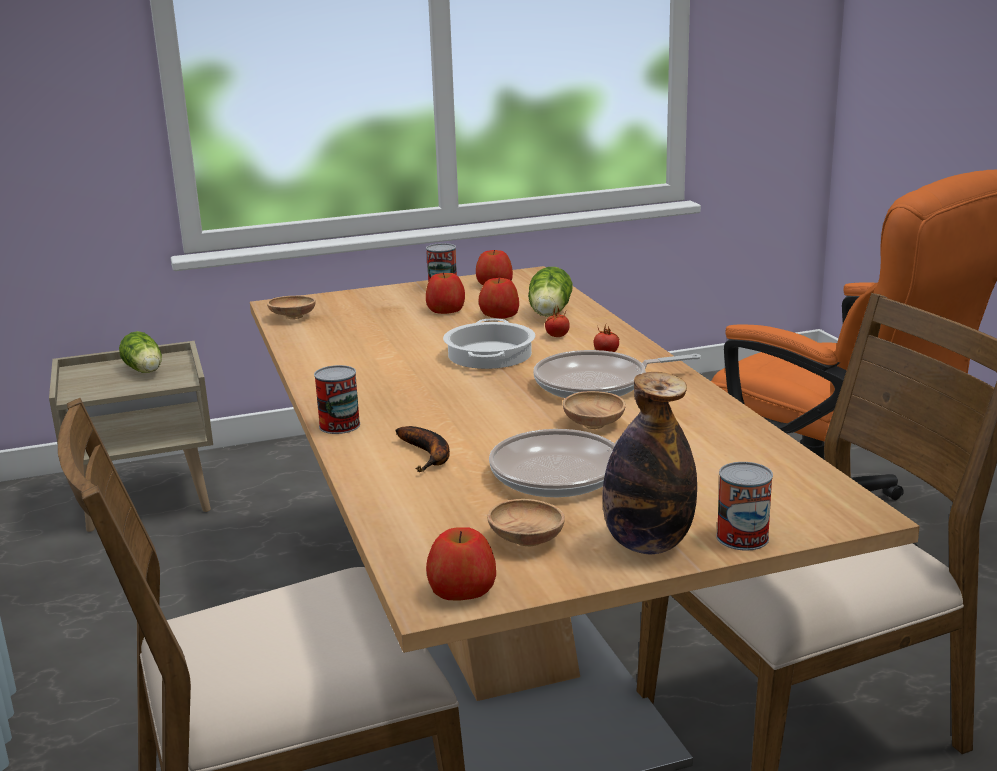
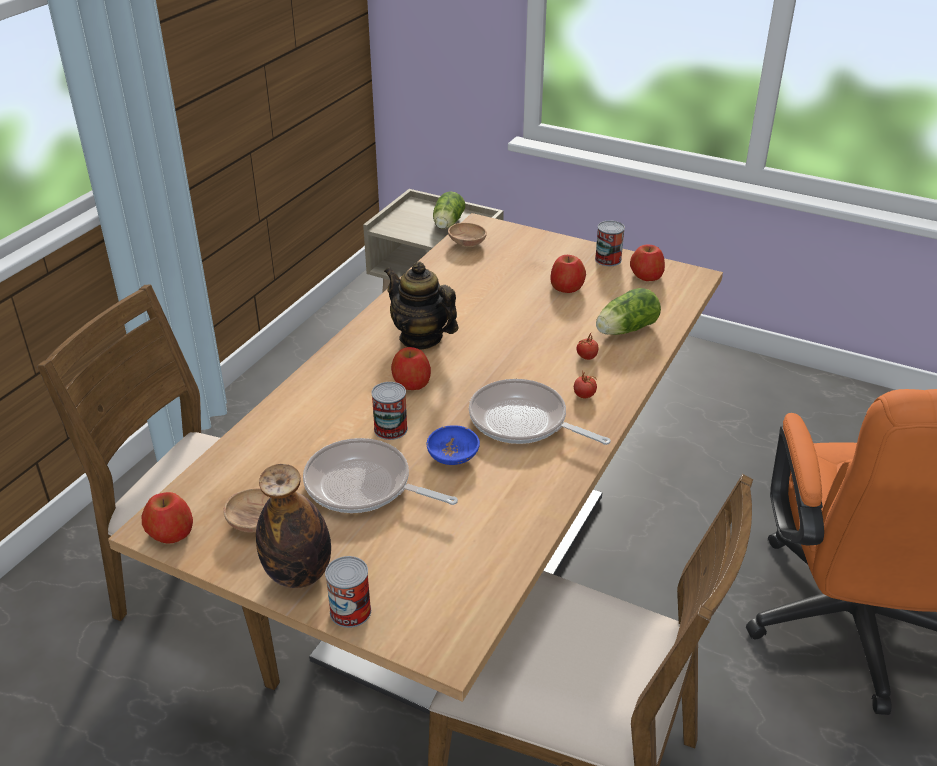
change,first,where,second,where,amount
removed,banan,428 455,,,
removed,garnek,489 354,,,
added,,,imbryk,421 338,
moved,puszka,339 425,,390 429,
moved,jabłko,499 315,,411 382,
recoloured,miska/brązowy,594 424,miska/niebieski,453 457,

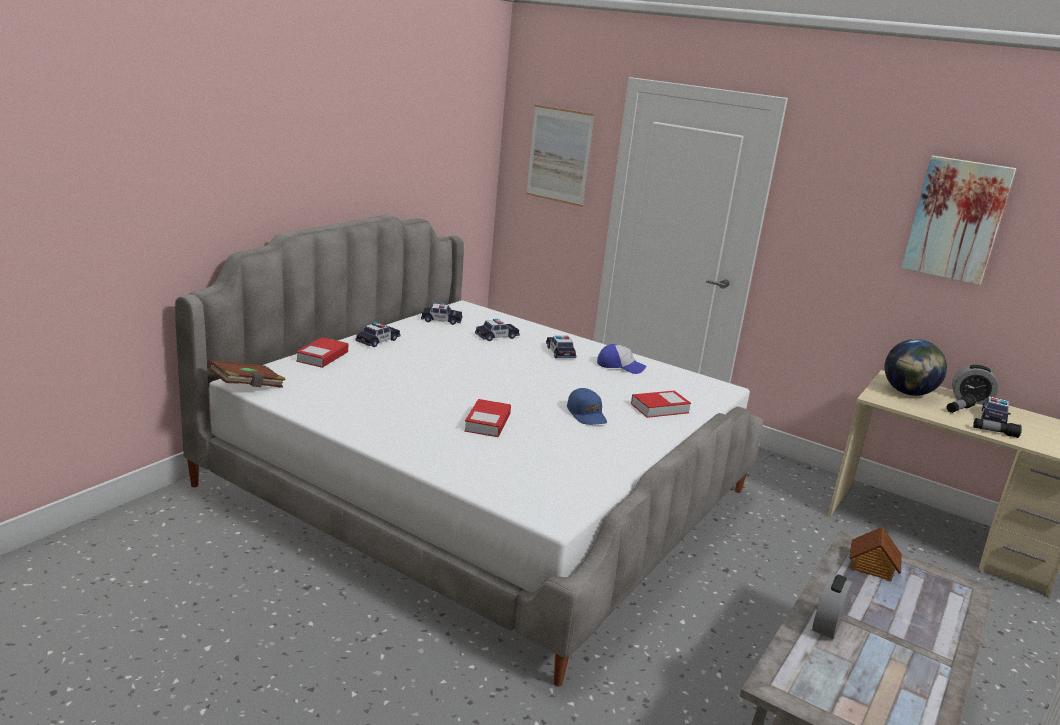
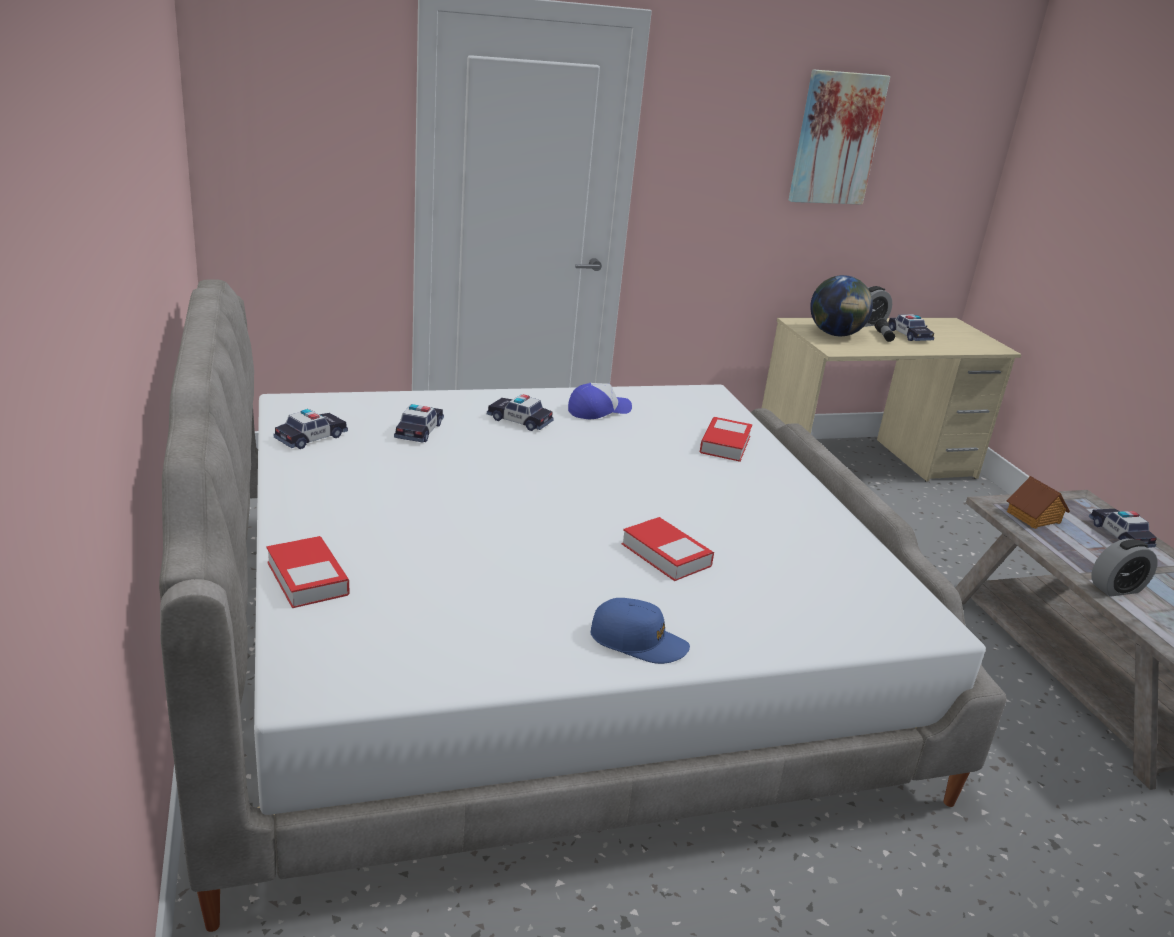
change,first,where,second,where,amount
removed,książka/brązowy,247 387,,,
removed,obraz,559 155,,,
removed,latarka,994 433,,,
moved,samochodzik,378 340,,1119 534,
moved,czapka z daszkiem/niebieski,586 414,,638 641,
turned,budzik,827 625,,1116 588,90 degrees counterclockwise

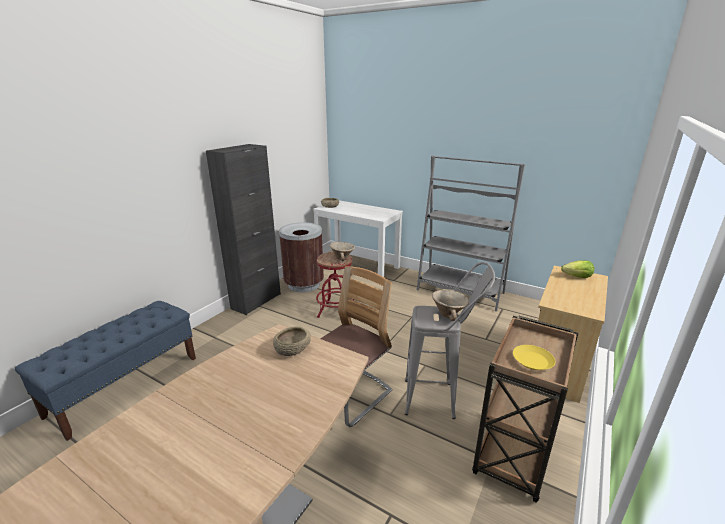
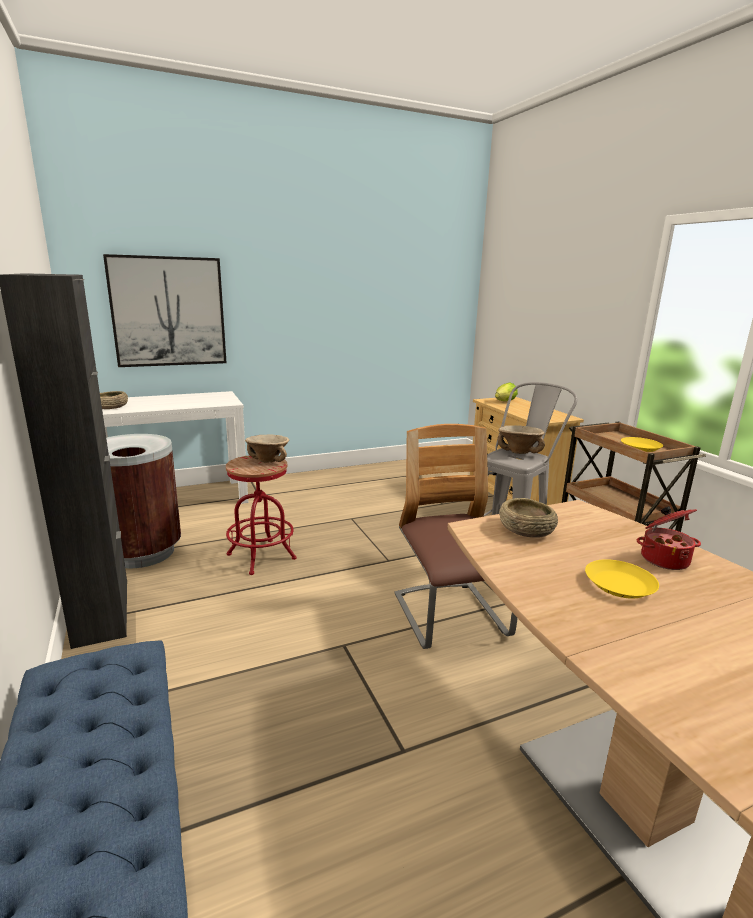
change,first,where,second,where,amount
removed,regał/szary,460 292,,,
added,,,obraz,168 312,
added,,,talerz/żółty,620 584,
added,,,garnek,663 559,

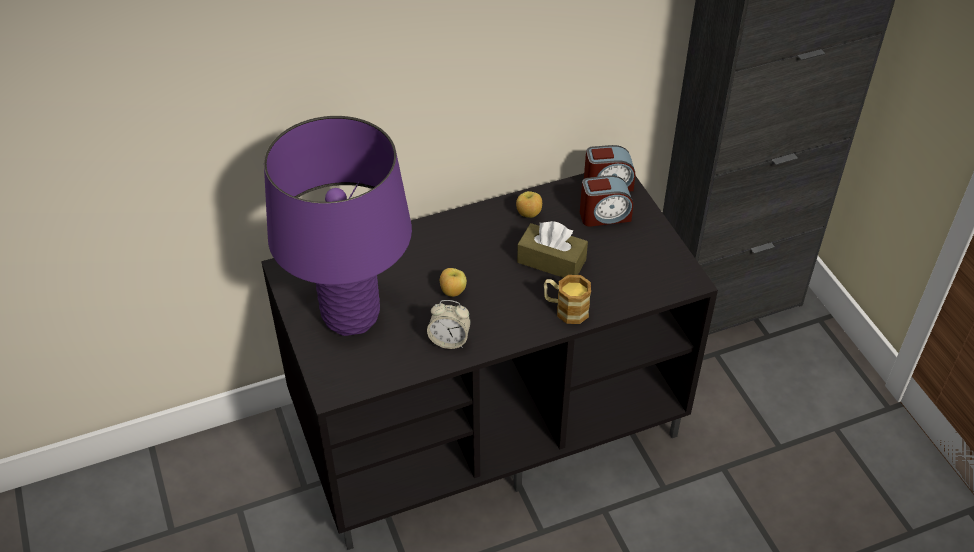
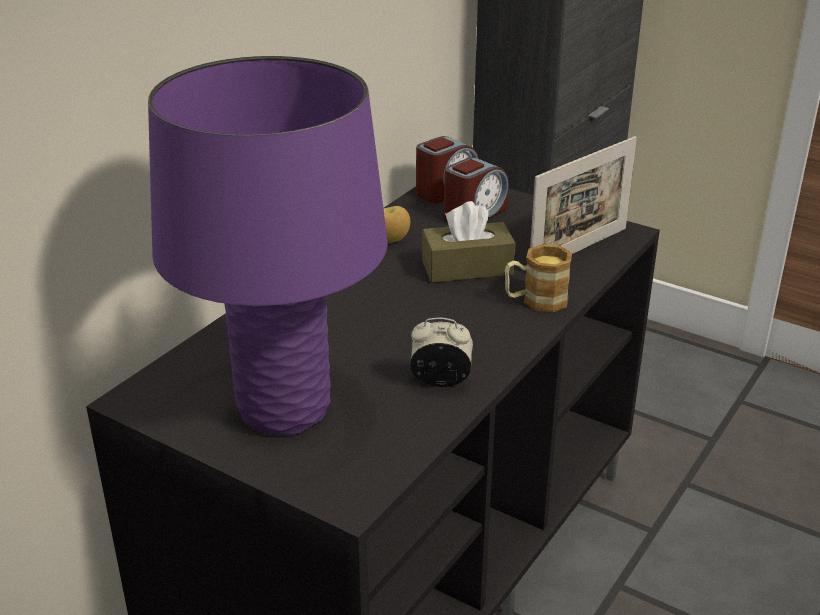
change,first,where,second,where,amount
removed,jabłko,452 292,,,
added,,,ramka na zdjęcie,578 250,
turned,budzik,449 340,,441 381,150 degrees counterclockwise

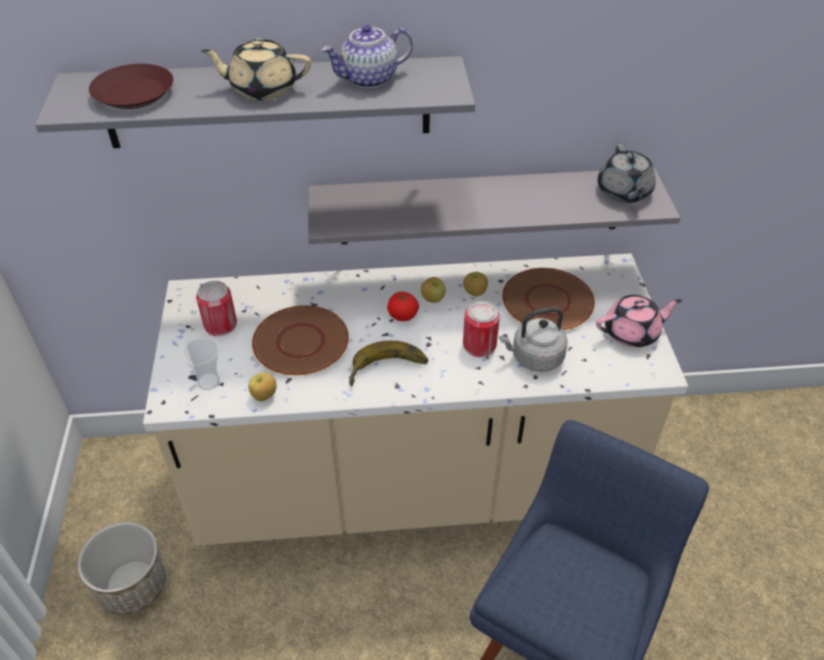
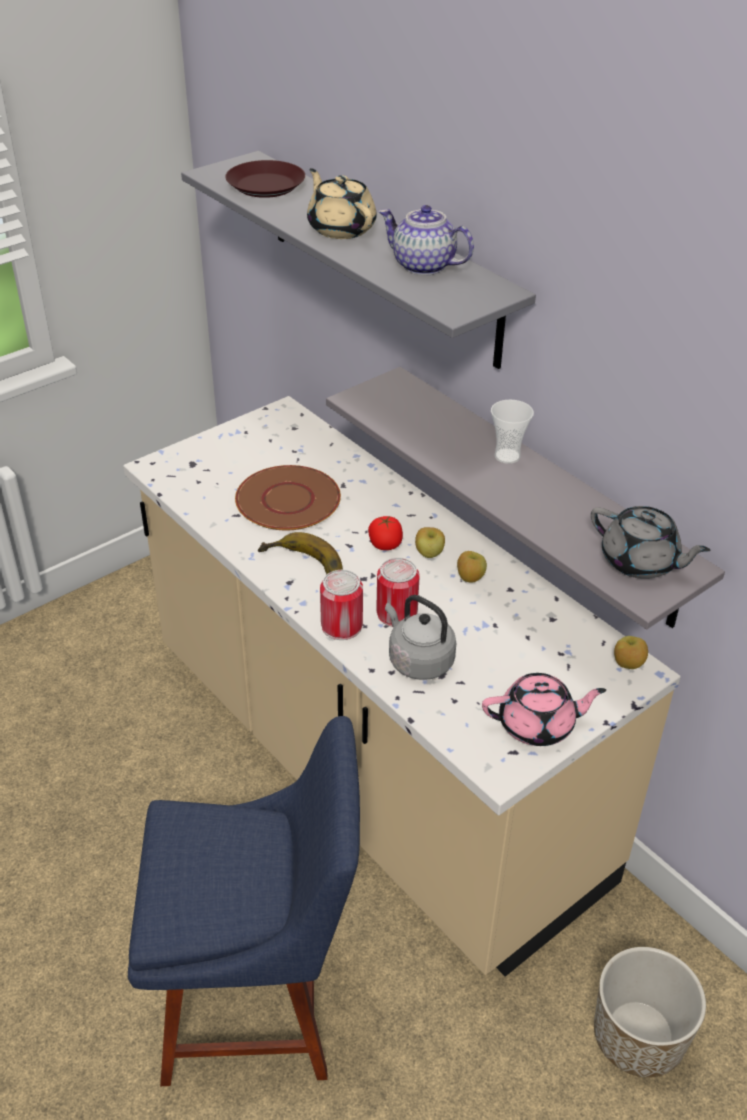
change,first,where,second,where,amount
removed,talerz/brązowy,547 301,,,
moved,donica,133 586,,638 1037,
moved,filiżanka,208 381,,507 456,
moved,puszka,220 325,,341 626,
moved,jabłko,264 396,,627 664,
turned,imbryk/różowy,632 333,,538 725,45 degrees counterclockwise
turned,imbryk/szary,624 192,,640 562,105 degrees counterclockwise

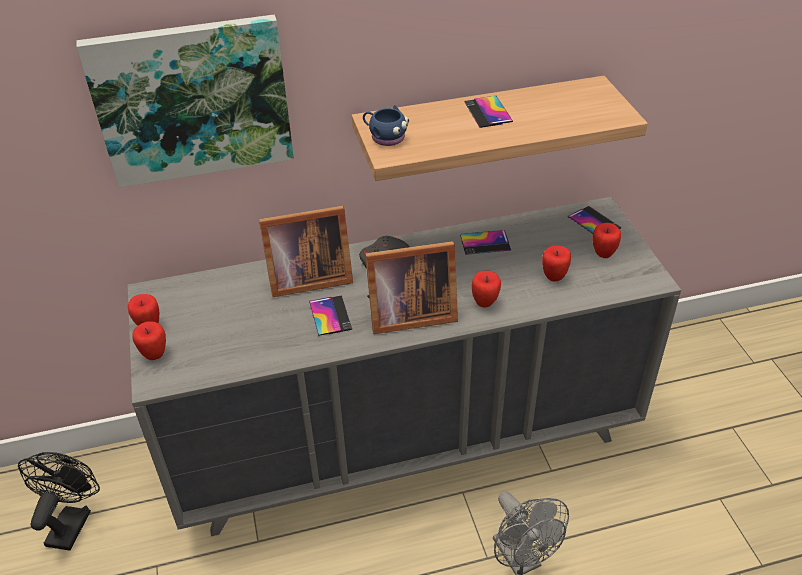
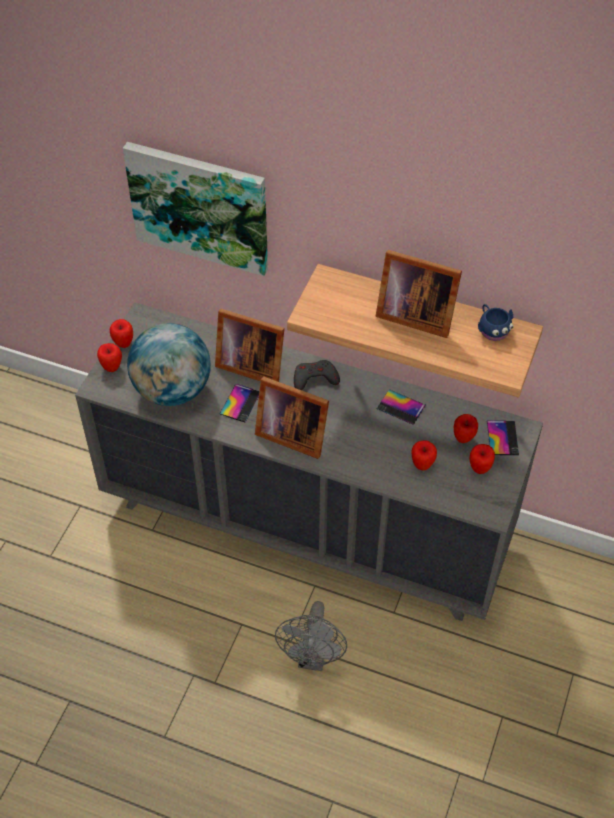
change,first,where,second,where,amount
removed,wentylator/czarny,71 521,,,
added,,,globus,172 390,
moved,kubek/niebieski,385 137,,492 329,
moved,jabłko,485 303,,463 438,
replaced,telefon,488 112,ramka na zdjęcie,413 314,

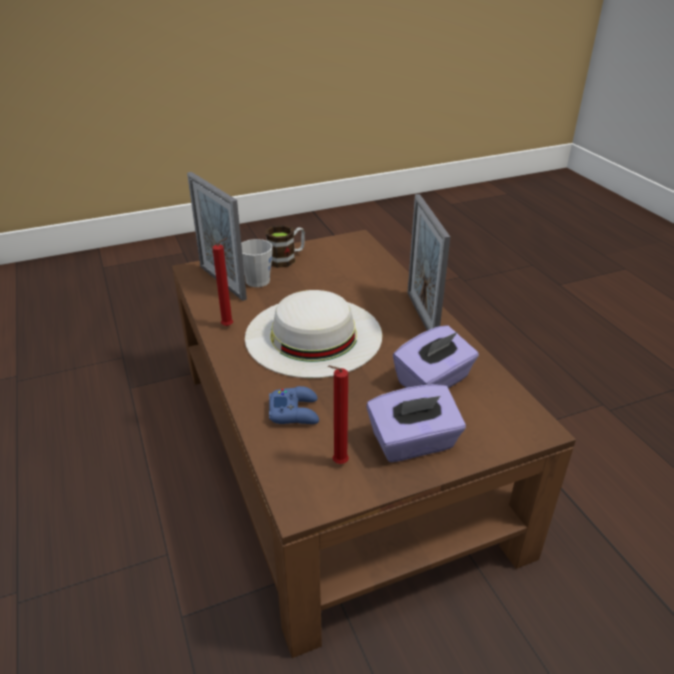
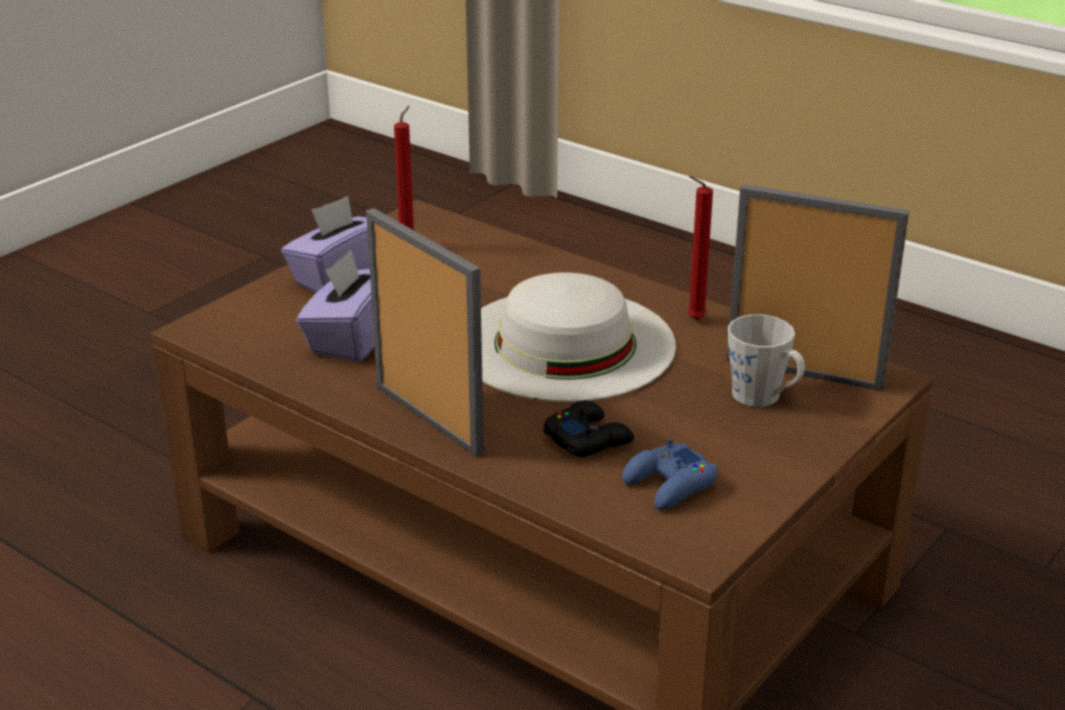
change,first,where,second,where,amount
removed,kubek,286 258,,,
added,,,pad do gier/czarny,588 438,
moved,pad do gier/niebieski,295 411,,669 485,

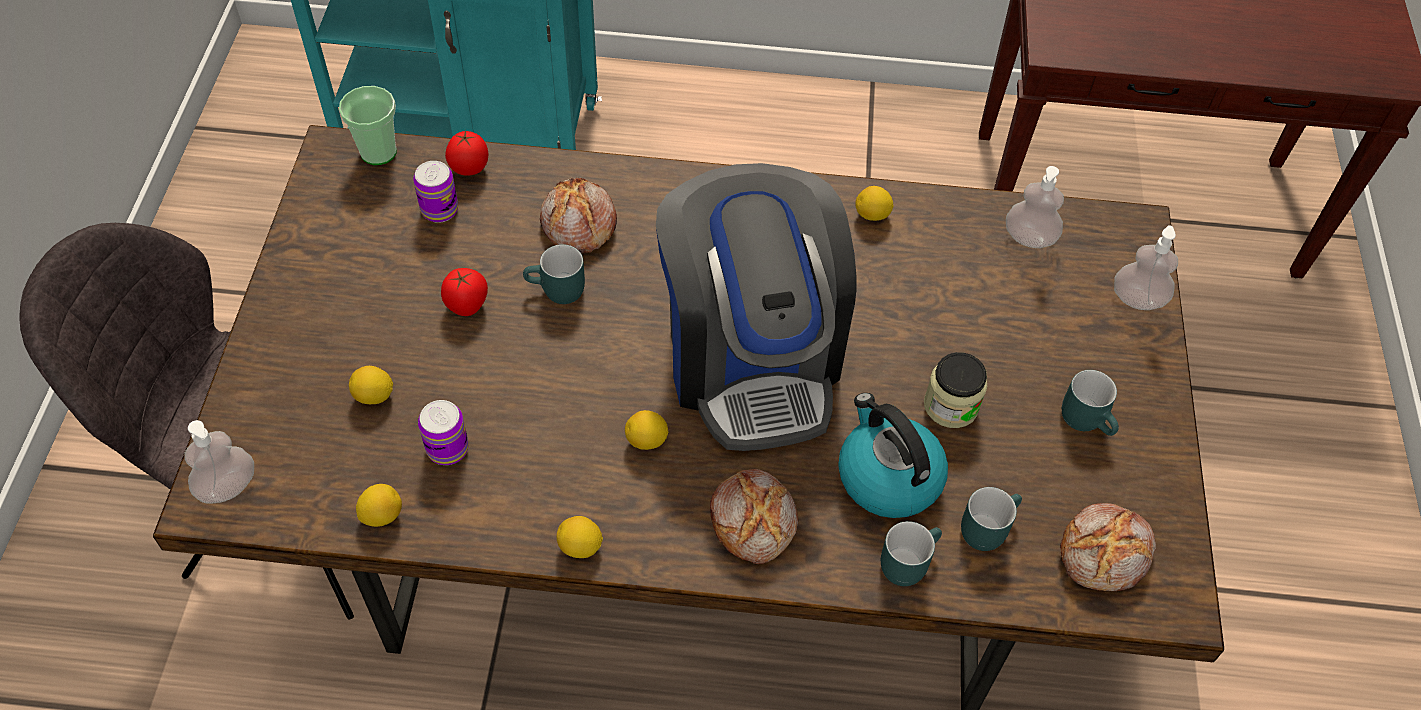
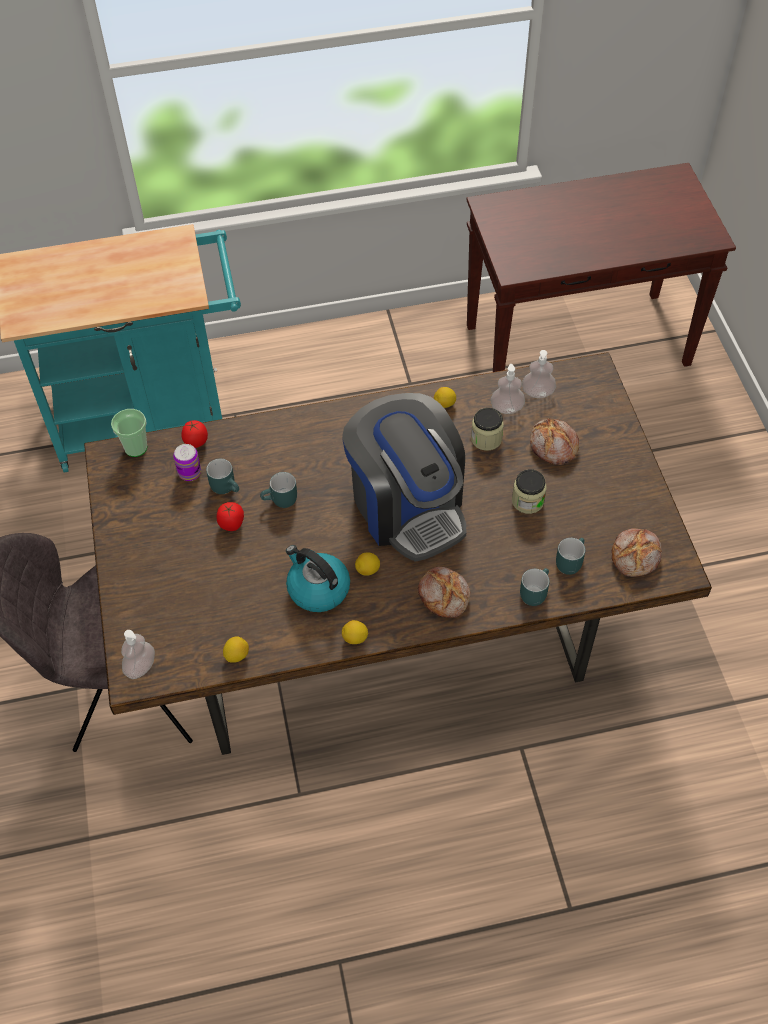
change,first,where,second,where,amount
removed,cytryna,374 396,,,
removed,puszka,447 449,,,
added,,,słoik,486 439,
moved,chleb,577 225,,552 447,
moved,czajnik,887 477,,317 589,
moved,kubek/turkusowy,1088 419,,227 486,
moved,dozownik mydła,1137 299,,506 408,

